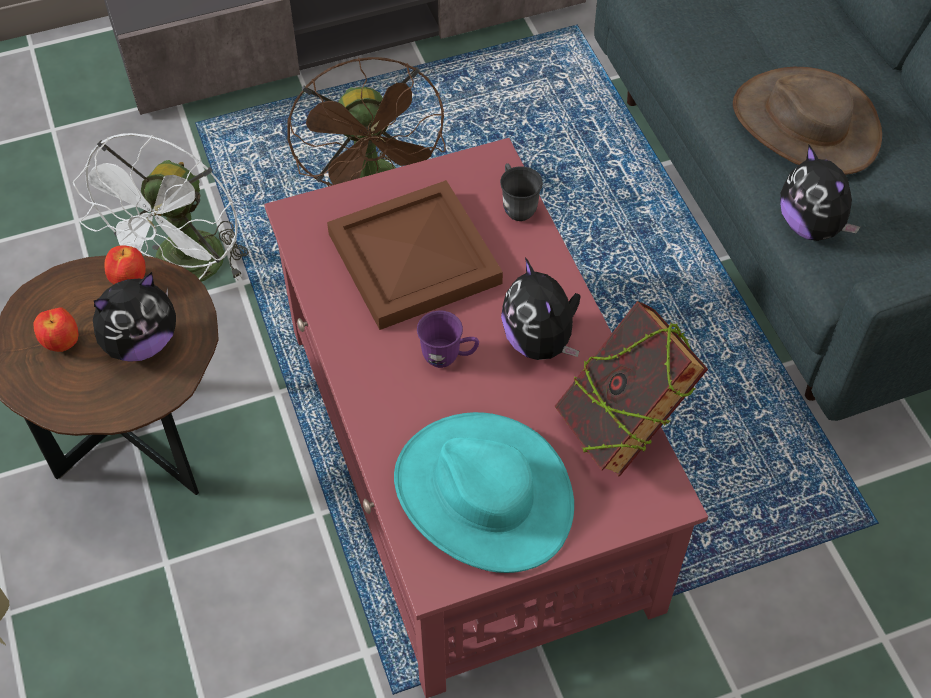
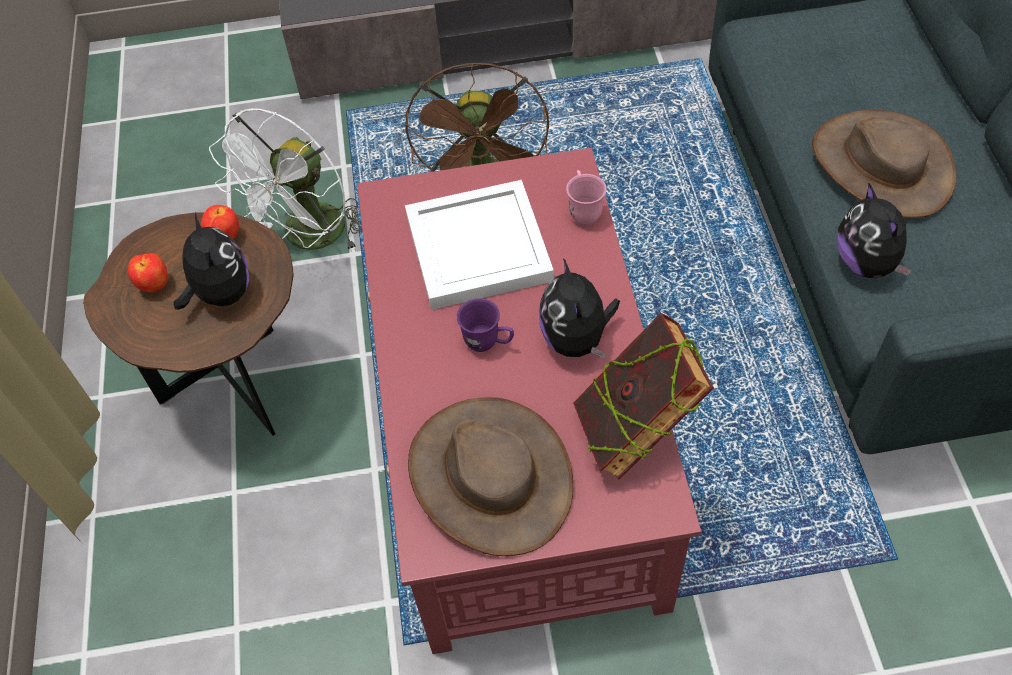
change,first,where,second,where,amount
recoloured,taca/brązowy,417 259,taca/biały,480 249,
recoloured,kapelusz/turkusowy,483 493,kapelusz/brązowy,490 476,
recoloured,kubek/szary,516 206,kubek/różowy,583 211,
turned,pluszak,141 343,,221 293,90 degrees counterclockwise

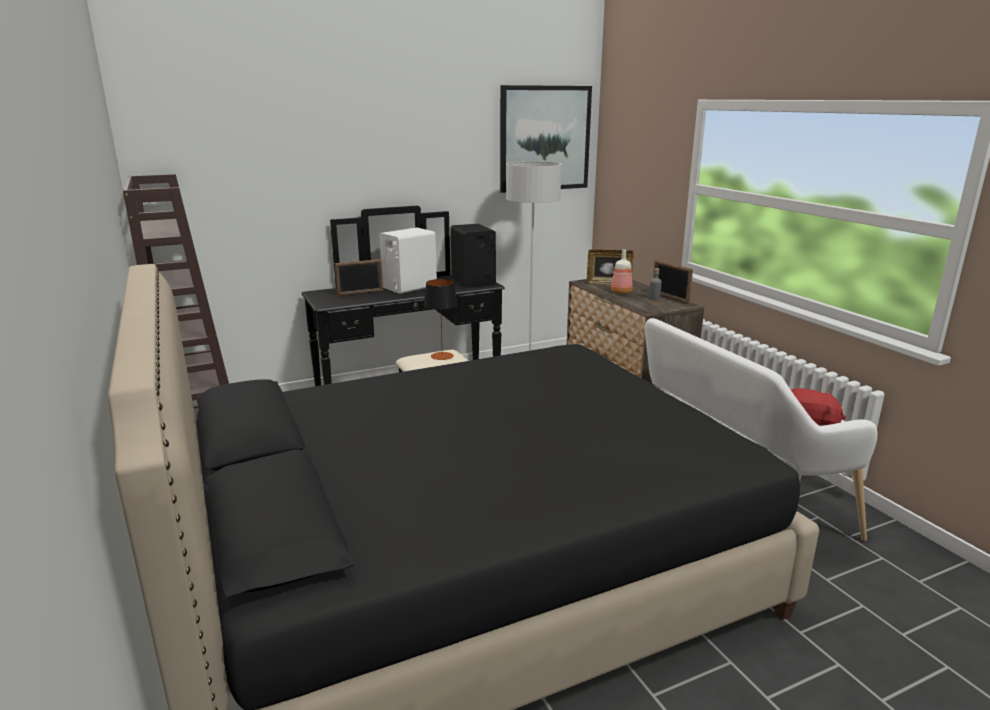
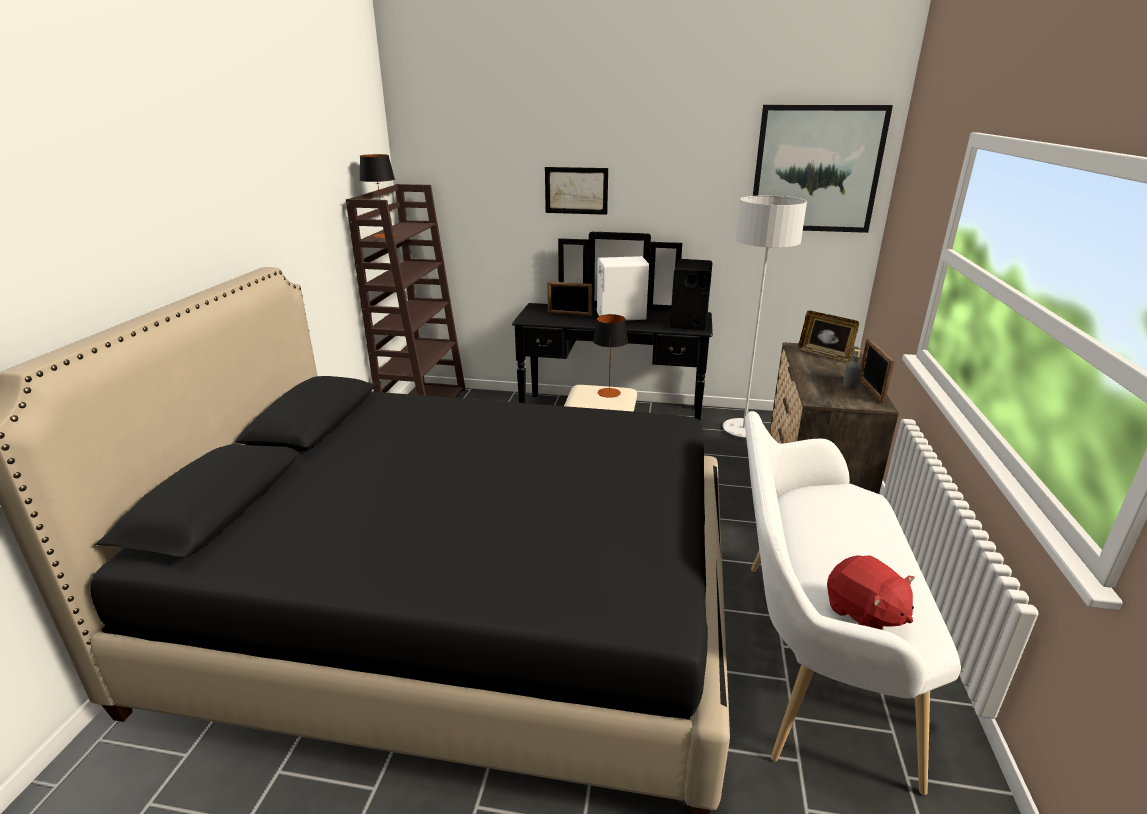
change,first,where,second,where,amount
removed,butelka,620 292,,,
added,,,lampa stołowa,384 235,
added,,,obraz,576 190,

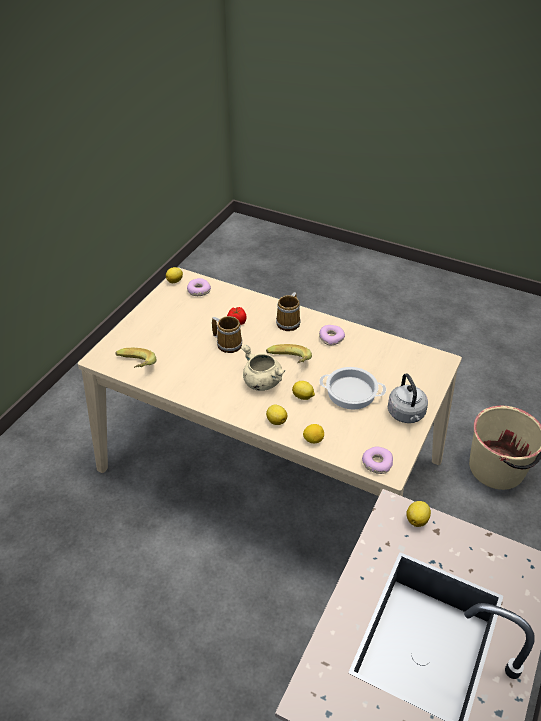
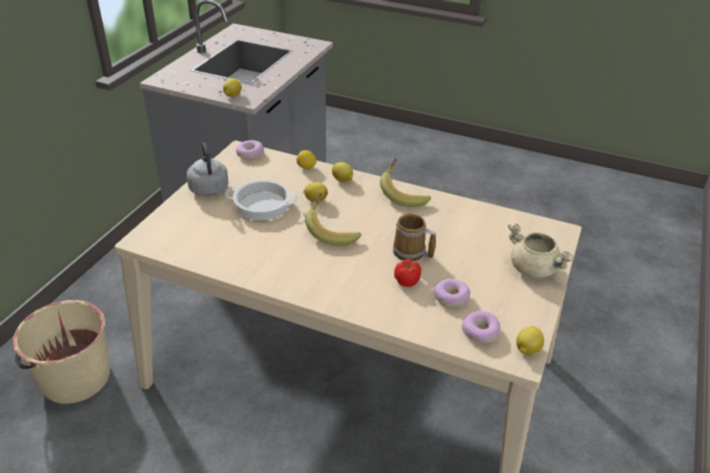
change,first,where,second,where,amount
removed,kubek,289 322,,,
moved,banan,135 368,,404 194,
moved,garnek/beżowy,261 382,,534 269,
moved,donut,331 338,,451 297,

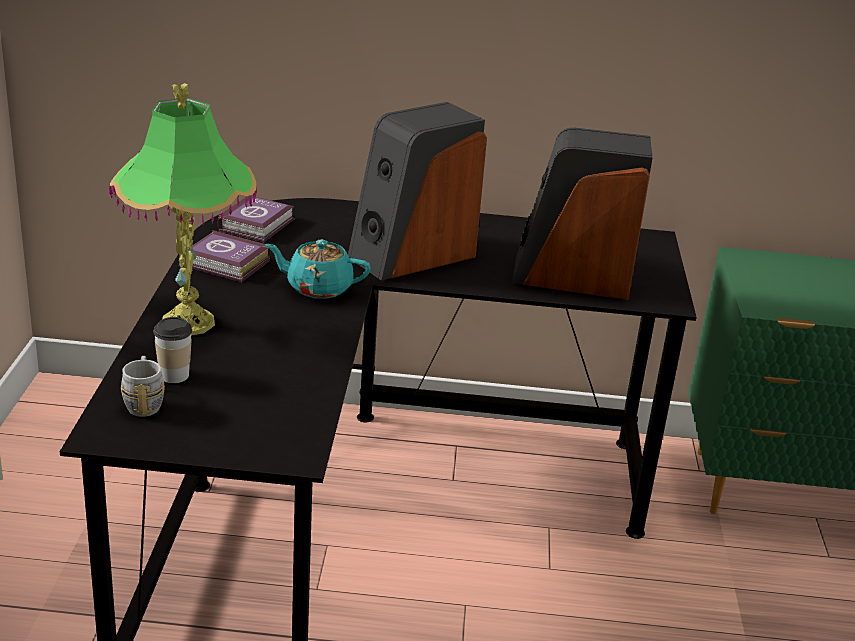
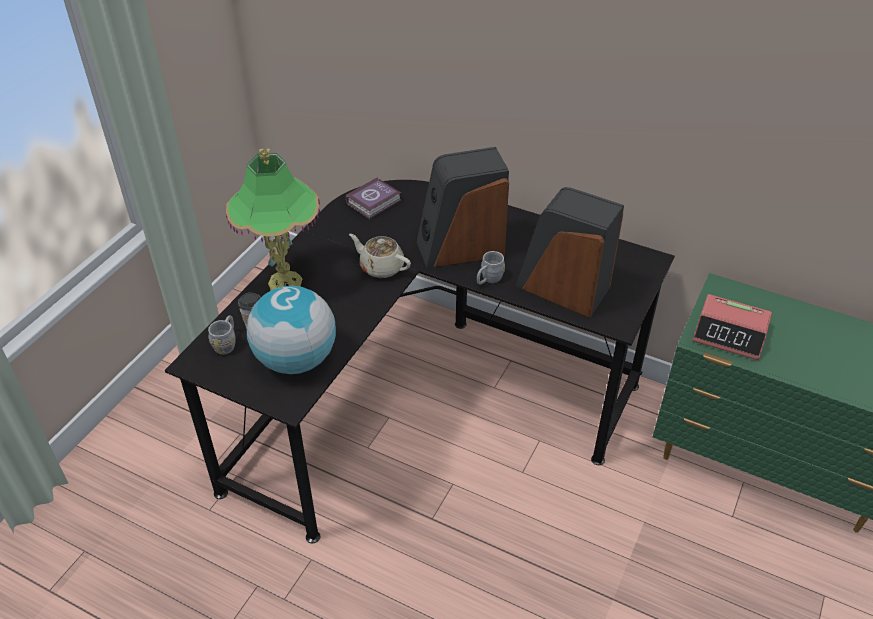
change,first,where,second,where,amount
removed,książka,227 264,,,
added,,,globus,296 360,
added,,,kubek/szary,488 280,
added,,,budzik,730 334,
recoloured,imbryk/turkusowy,318 288,imbryk/beżowy,381 267,

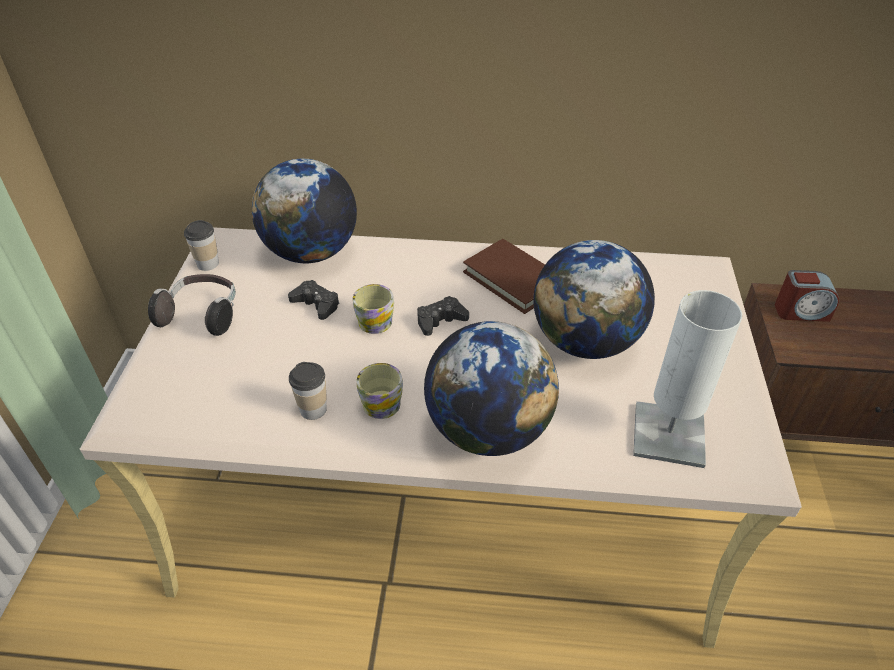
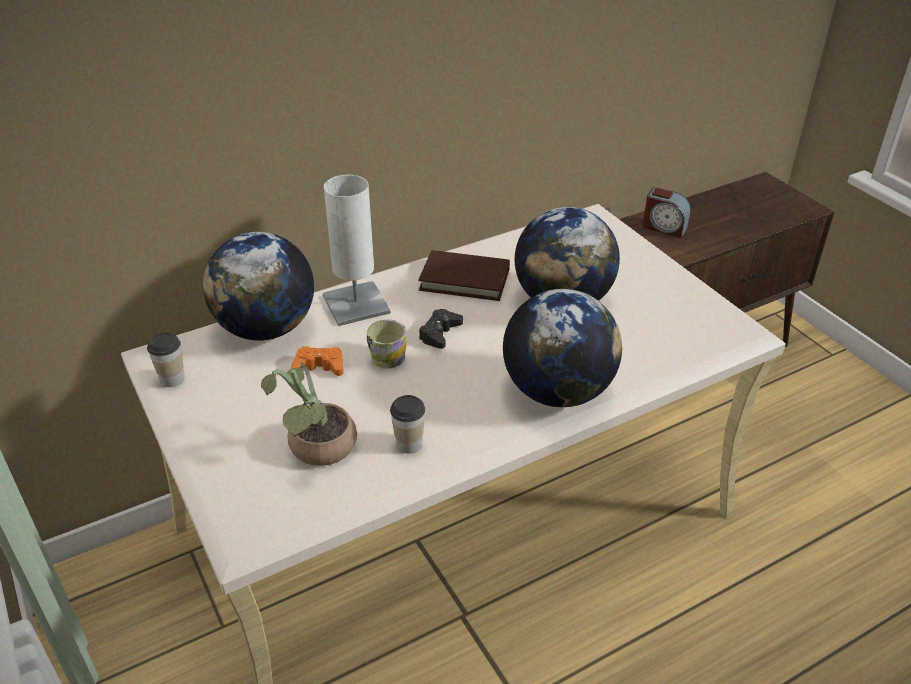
change,first,where,second,where,amount
removed,słuchawki,202 315,,,
removed,kubek,382 400,,,
added,,,roślina doniczkowa,317 450,
moved,lampa stołowa/biały,668 435,,356 304,
recoloured,pad do gier/czarny,316 304,pad do gier/pomarańczowy,319 367,
turned,budzik,801 312,,664 227,60 degrees clockwise

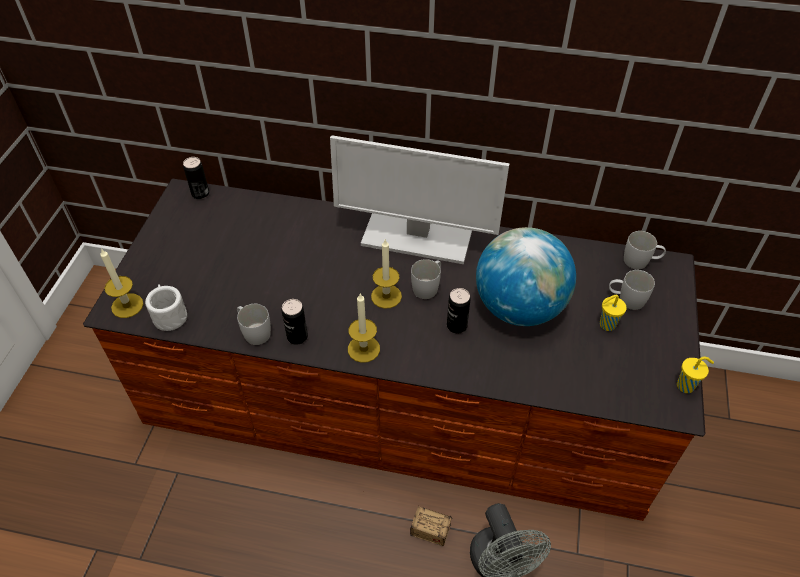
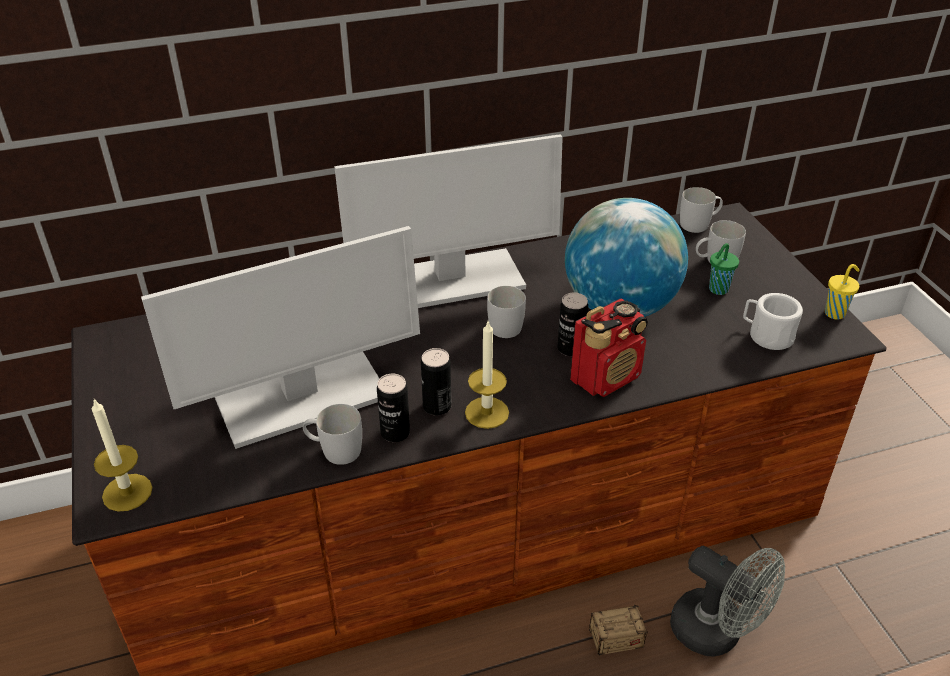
change,first,where,second,where,amount
removed,świeca,386 296,,,
added,,,monitor,301 400,
added,,,radio,606 377,
moved,kubek/biały,169 315,,766 335,
moved,puszka,200 193,,437 406,
recoloured,filiżanka/żółty,606 325,filiżanka/zielony,717 290,

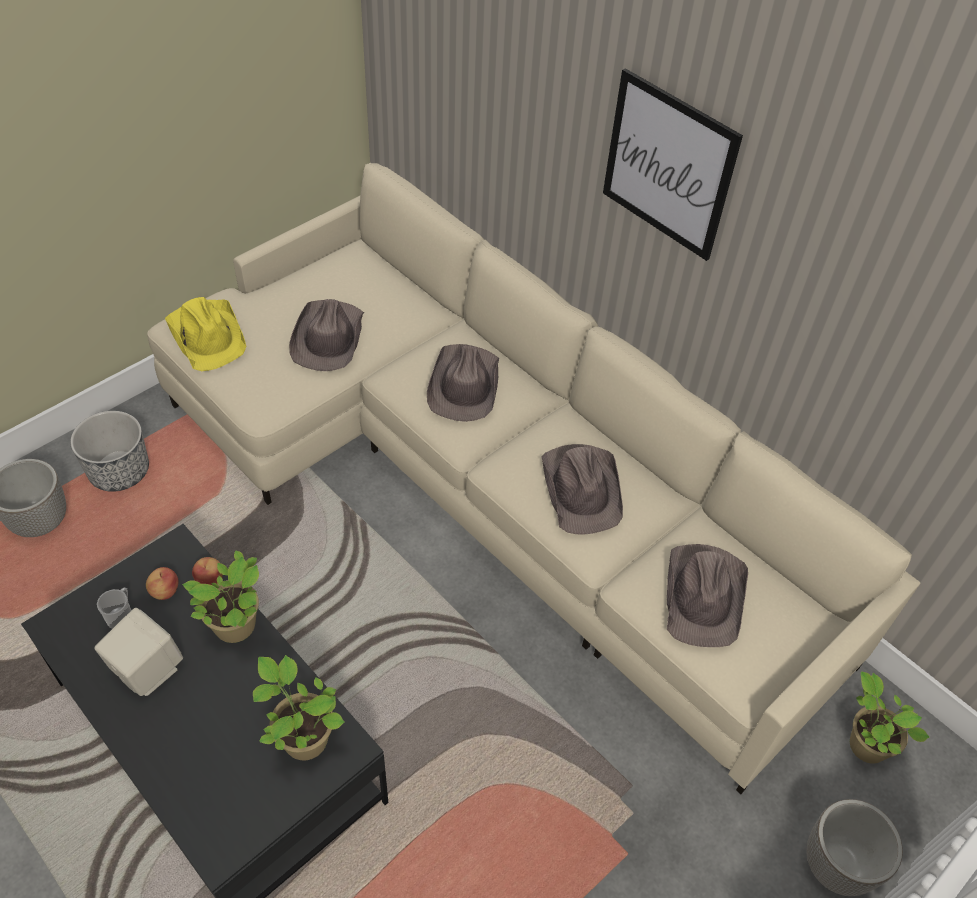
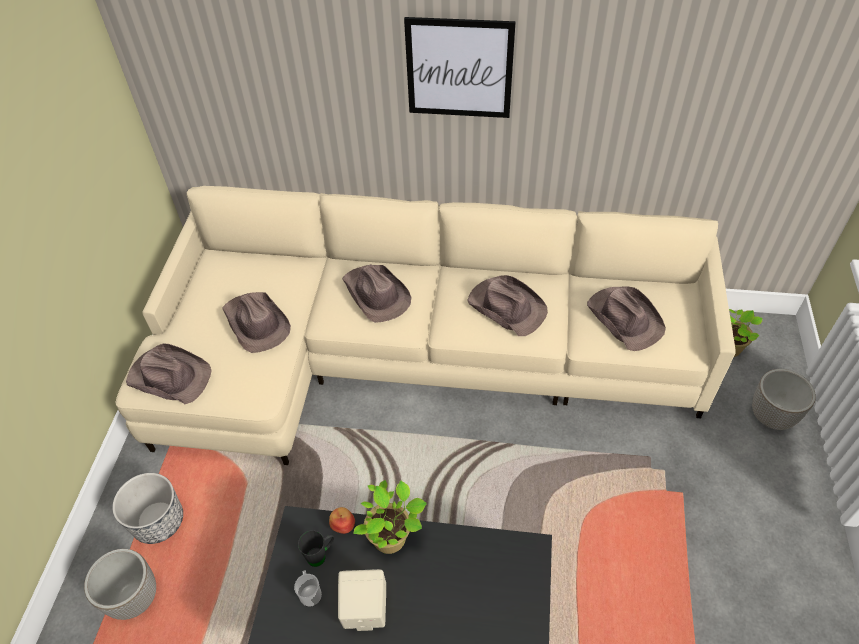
change,first,where,second,where,amount
removed,roślina doniczkowa,303 737,,,
replaced,jabłko,165 591,kubek/czarny,321 555,
recoloured,kapelusz/żółty,208 335,kapelusz/brązowy,169 376,

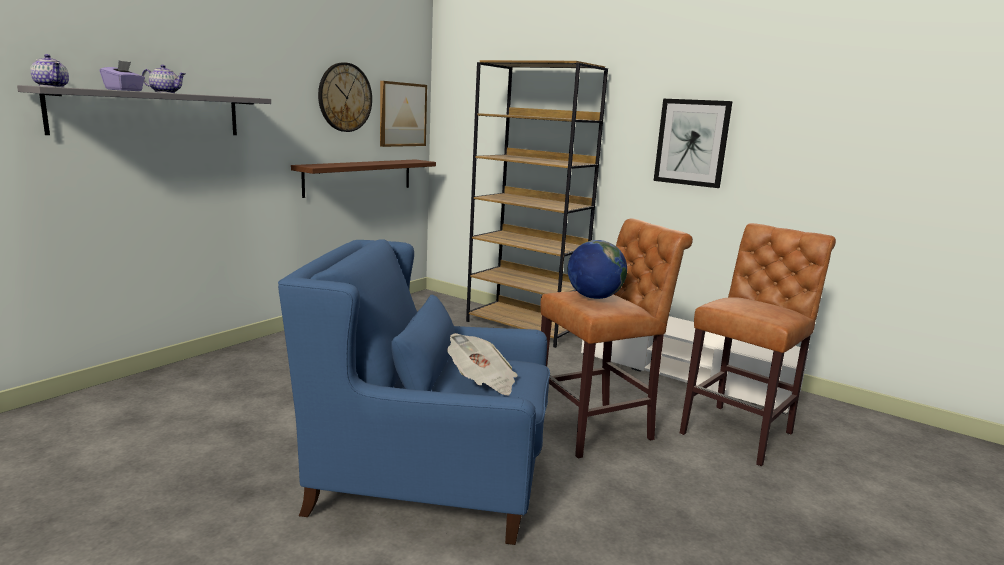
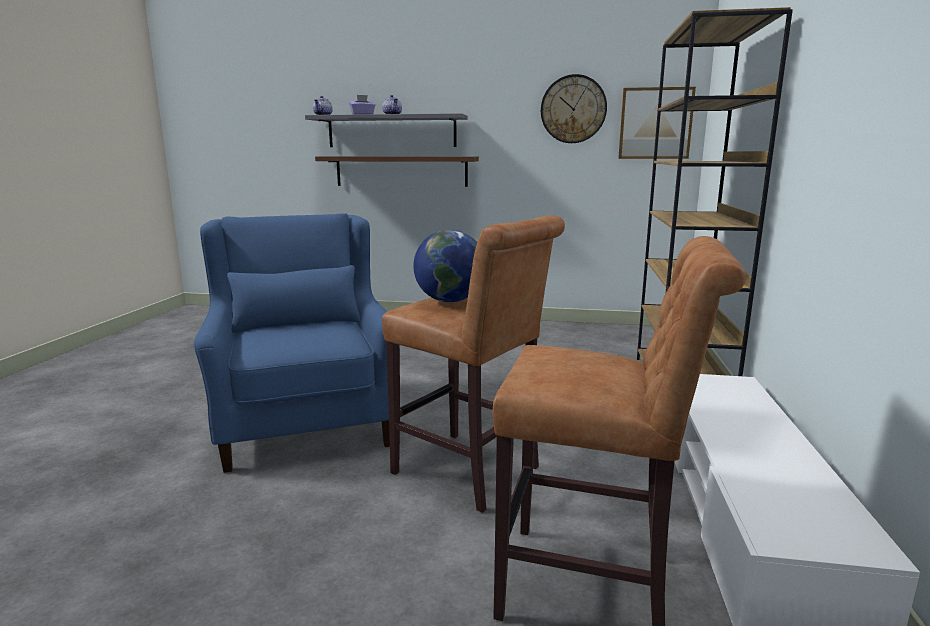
change,first,where,second,where,amount
removed,gazeta,482 382,,,
removed,obraz,691 142,,,
moved,półka,359 177,,401 171,

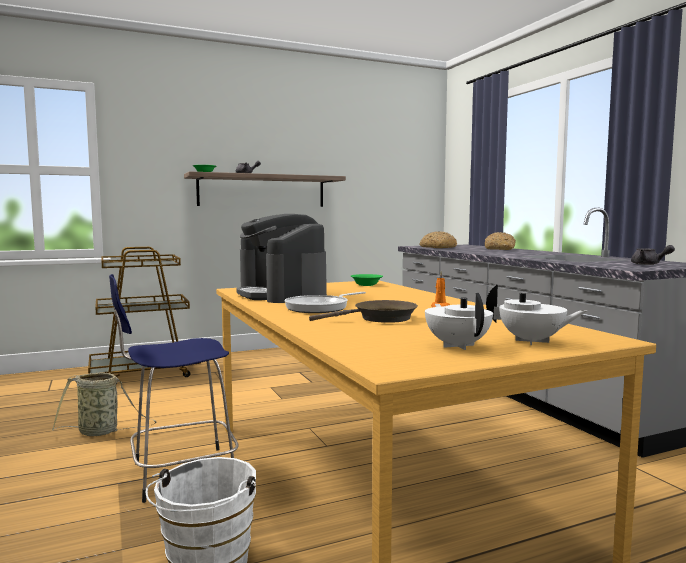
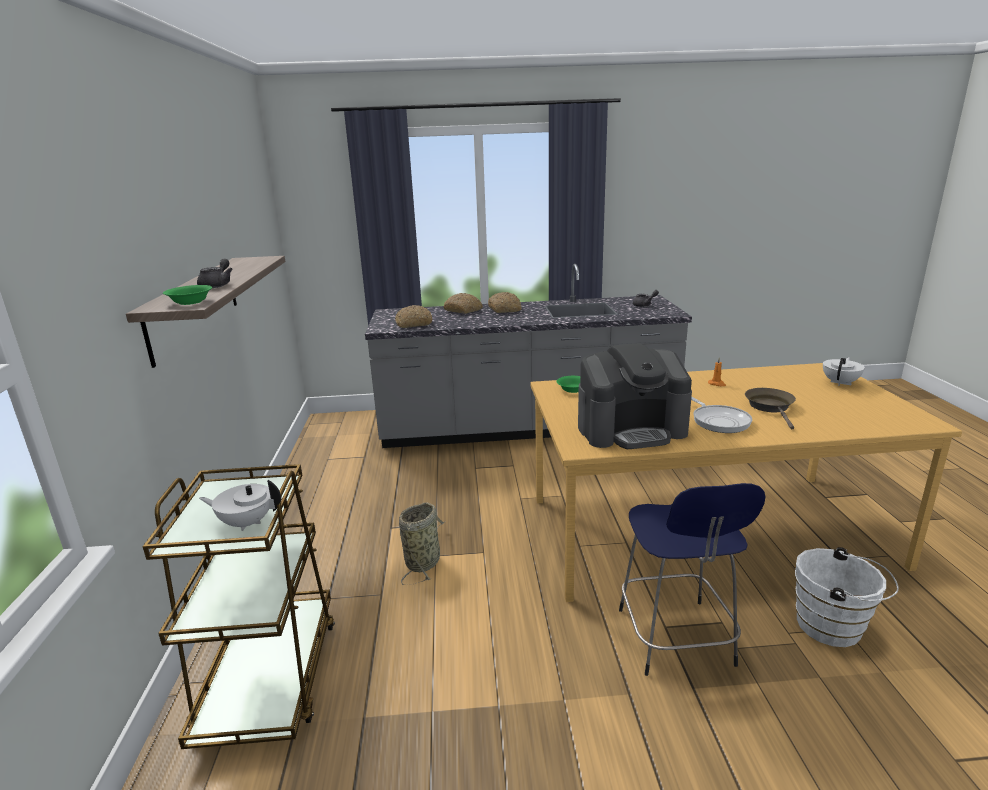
change,first,where,second,where,amount
added,,,chleb,505 309,
moved,koszyk,101 432,,424 561,
moved,imbryk/biały,457 345,,246 523,

